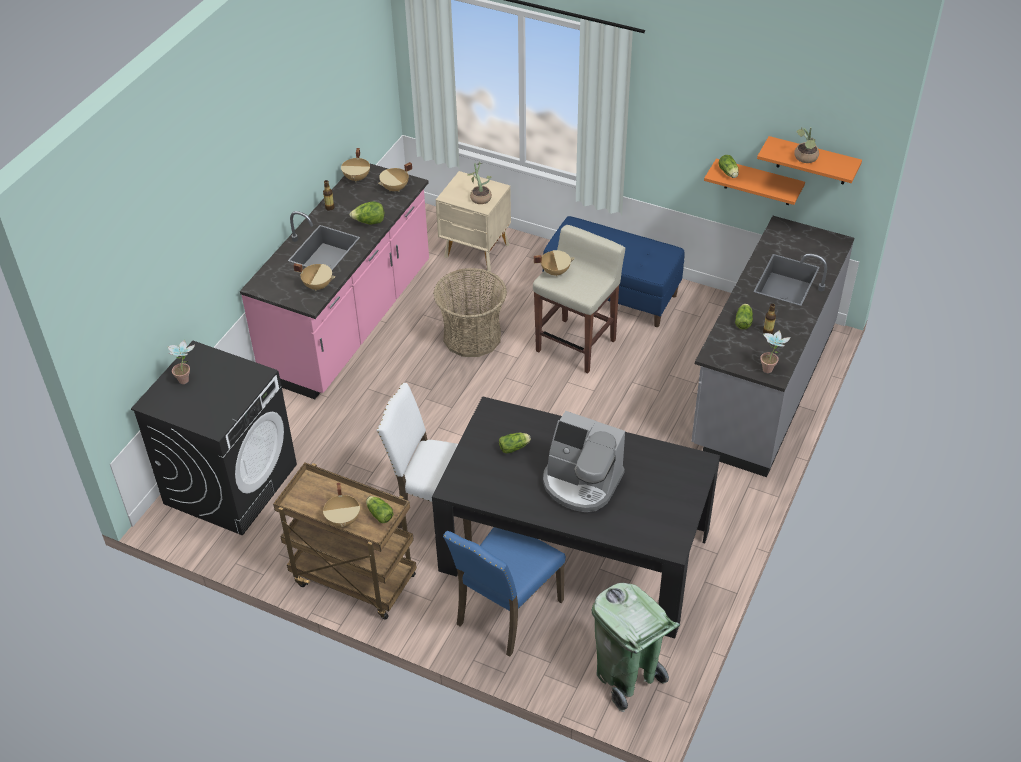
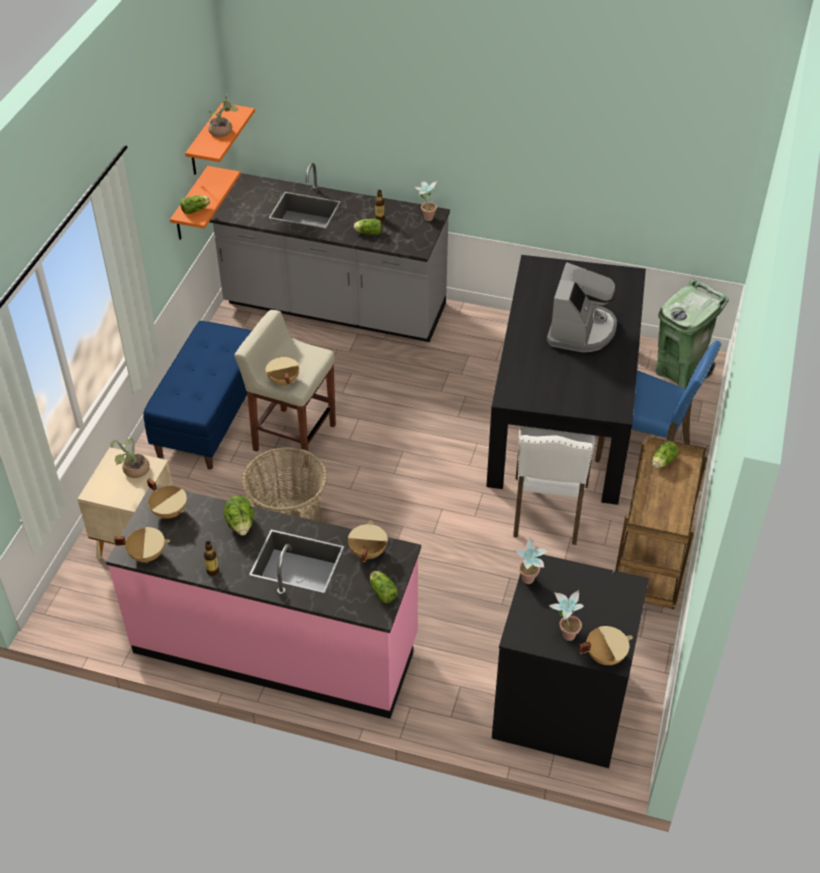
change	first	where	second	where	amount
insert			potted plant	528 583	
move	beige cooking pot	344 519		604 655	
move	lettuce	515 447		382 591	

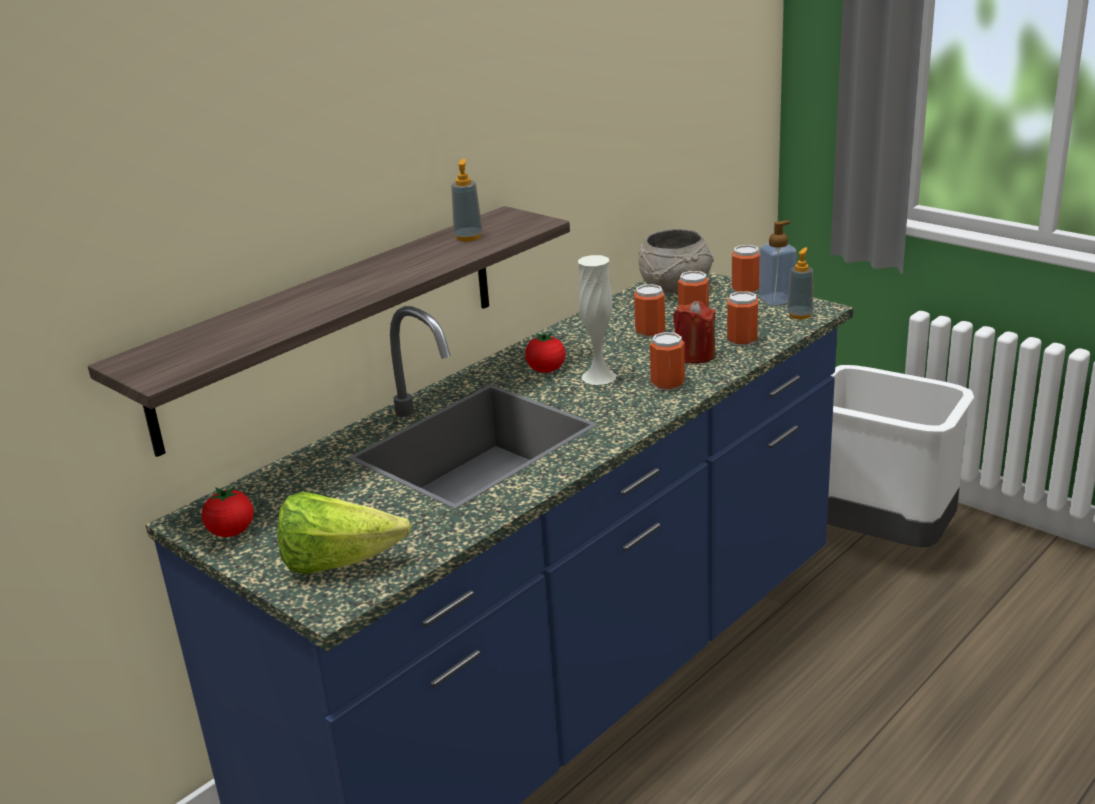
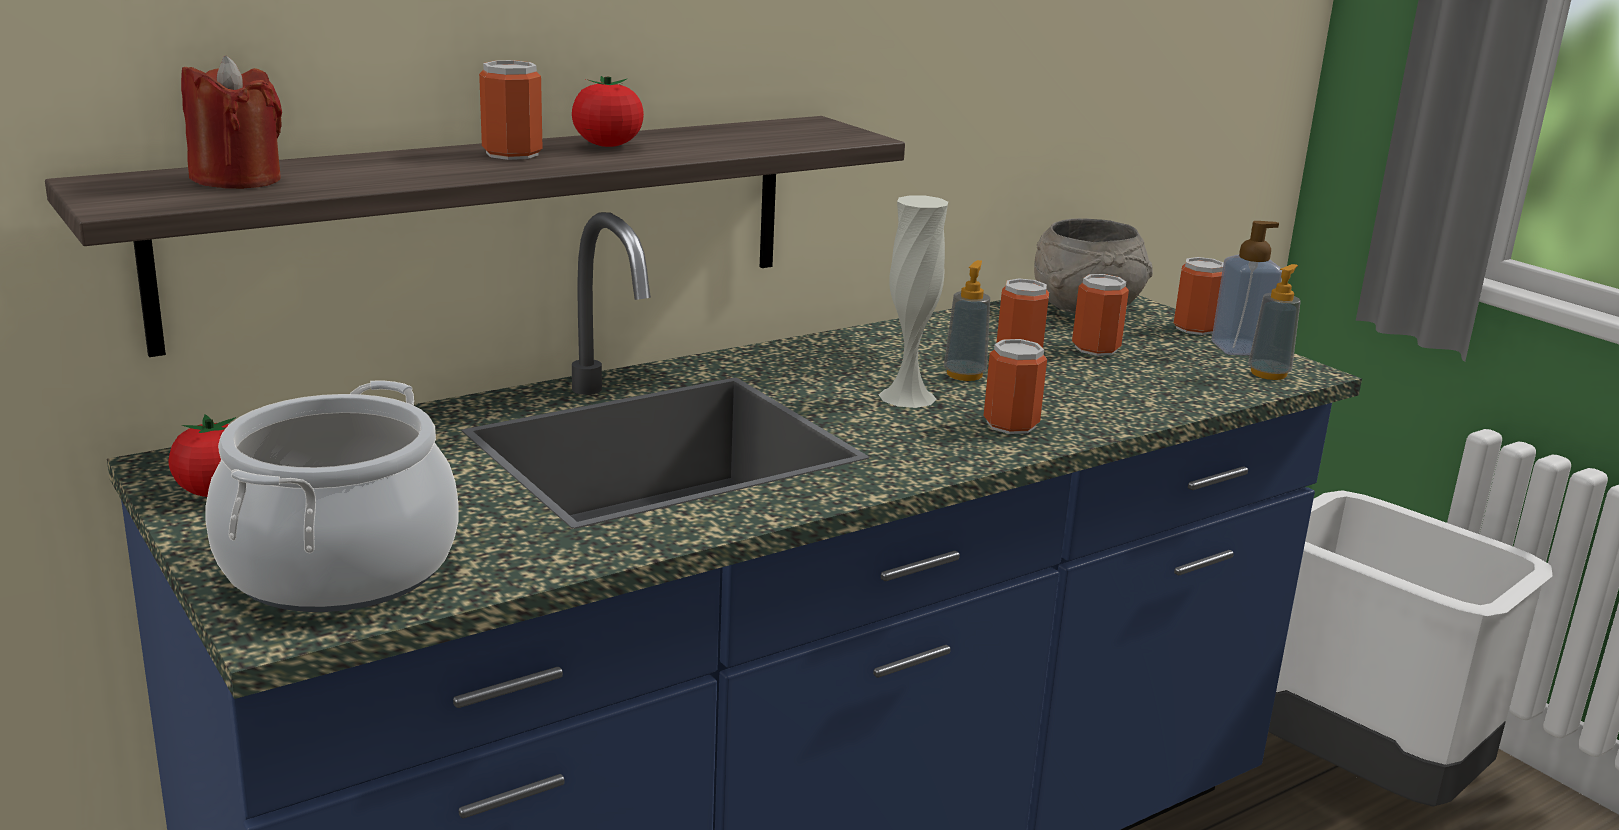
change	first	where	second	where	amount
move	soap dispenser	468 237		964 374	
move	tomato	546 370		607 146	
move	red candle	694 355		237 179	
move	can	742 340		512 154	
replace	lettuce	338 563	cooking pot	338 567	

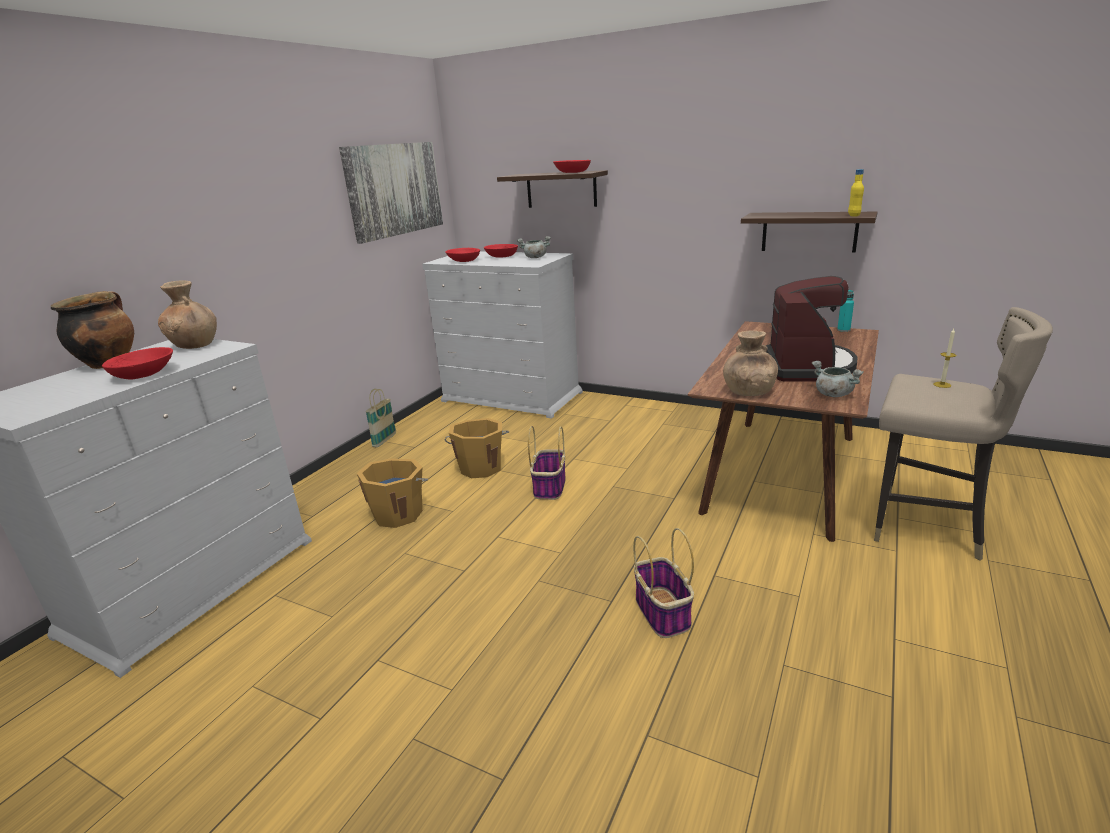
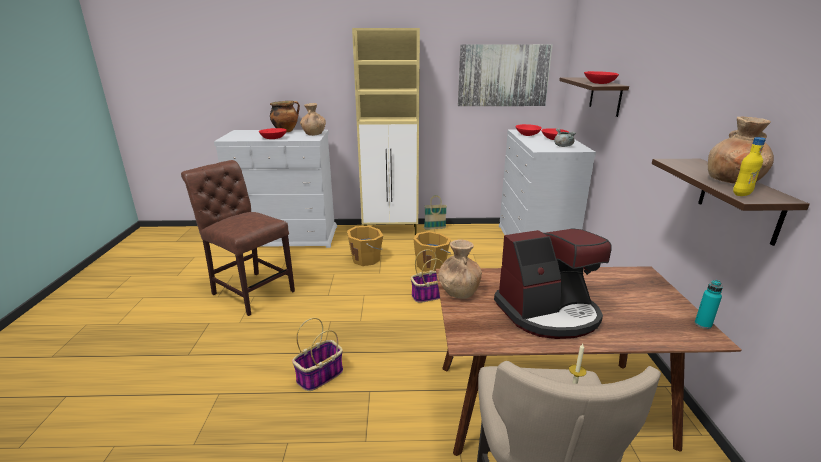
change	first	where	second	where	amount
delete	grey cooking pot	832 394			
insert			brown chair	251 291	
insert			beige cabinet	391 230	
insert			brown vase	733 181	

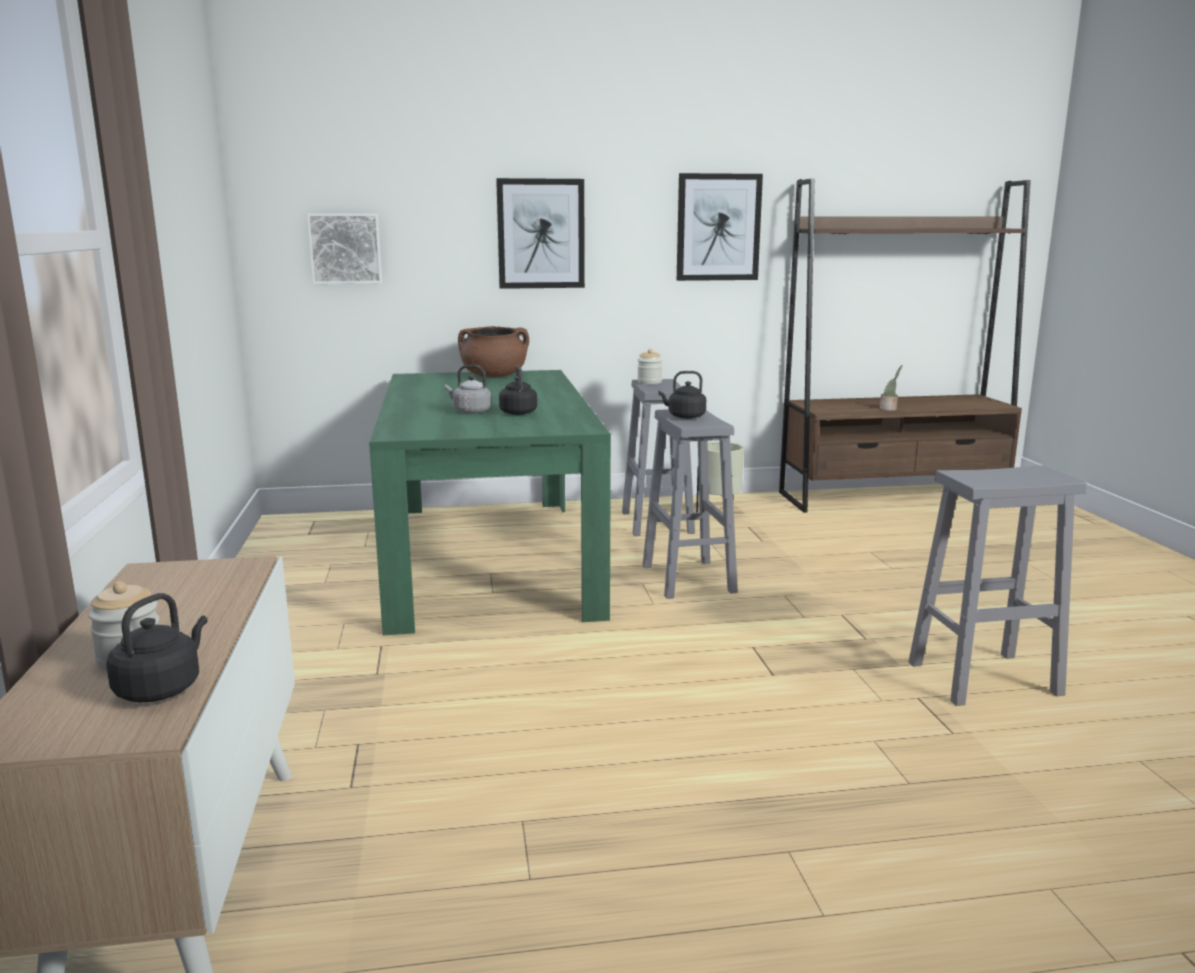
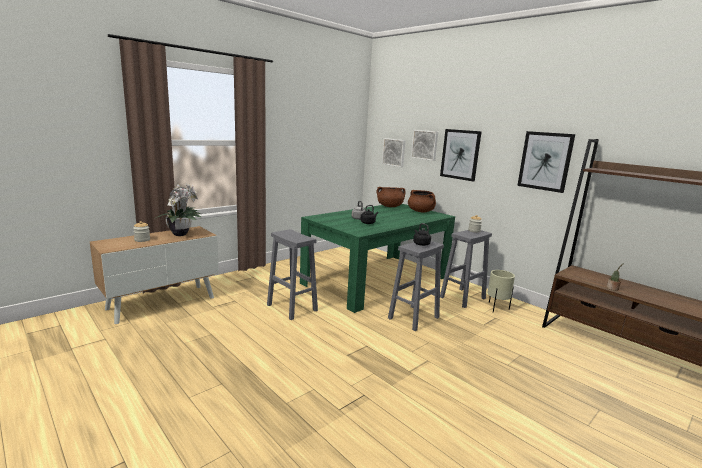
change	first	where	second	where	amount
delete	black kettle	162 688			
insert			potted plant	181 234	
insert			brown cooking pot	389 206	
insert			picture	425 145	
move	grey stool	981 679		291 307	

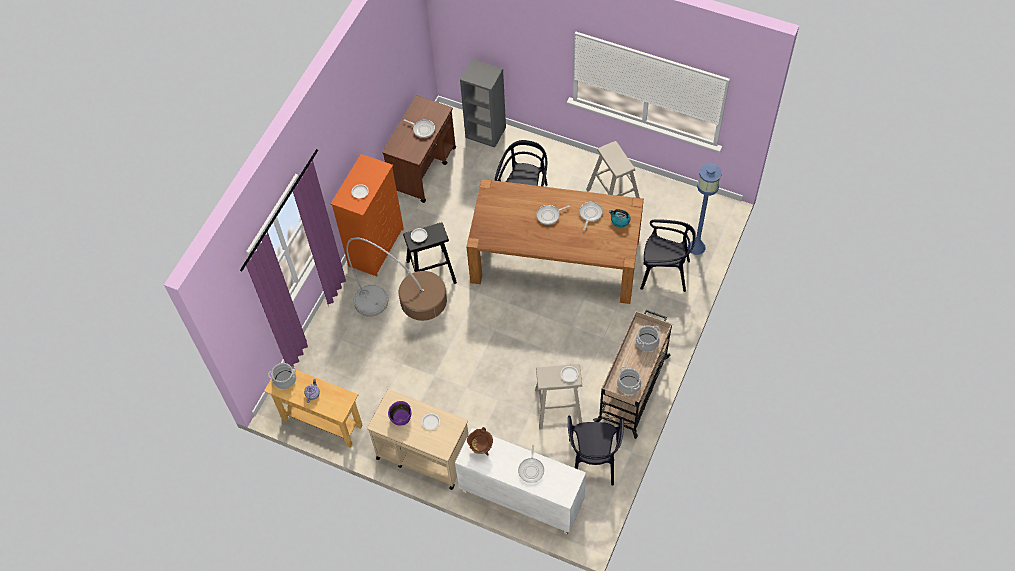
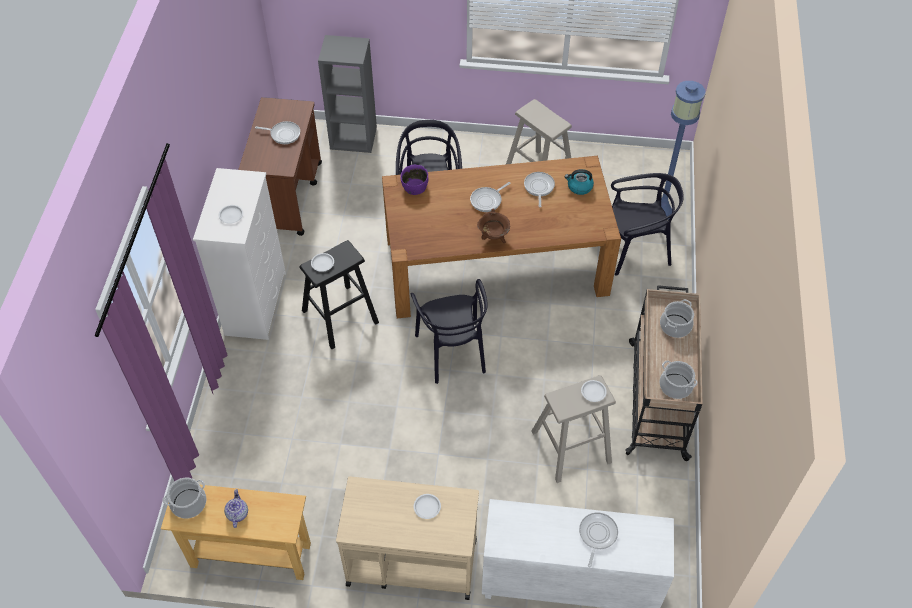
change	first	where	second	where	amount
delete	floor lamp	406 327			
move	purple bowl	400 417		414 187	
move	brown cooking pot	481 447		493 238	
move	black chair	593 461		452 351	
recolor	orange dresser	377 247	white dresser	256 303	
rotate	frying pan	531 469		597 535	150 degrees counterclockwise

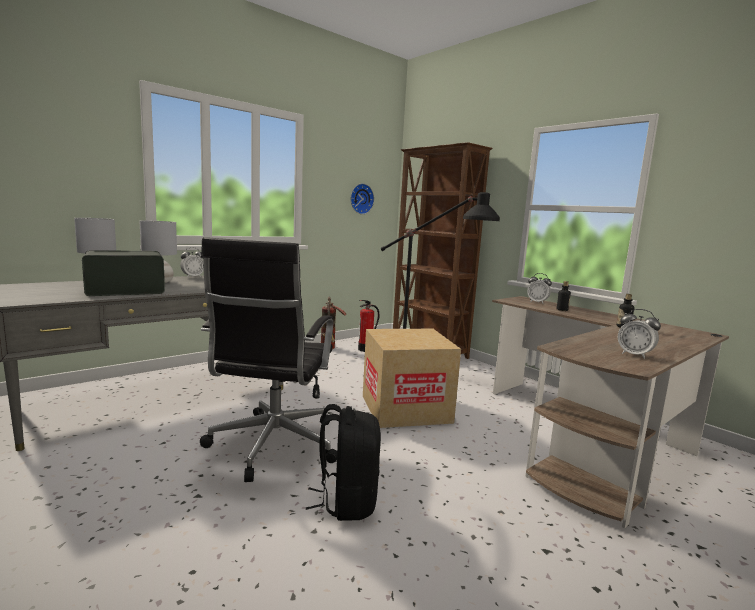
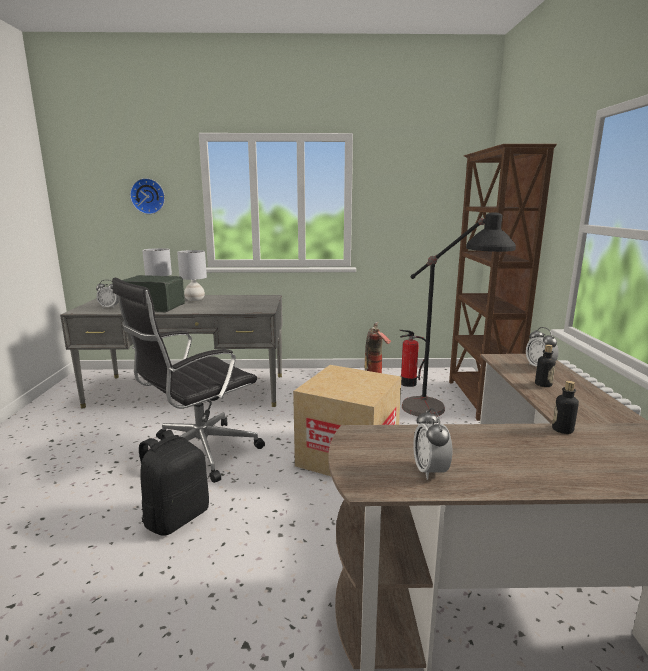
change	first	where	second	where	amount
move	alarm clock	193 277		109 307	
move	wall clock	360 199		148 196	

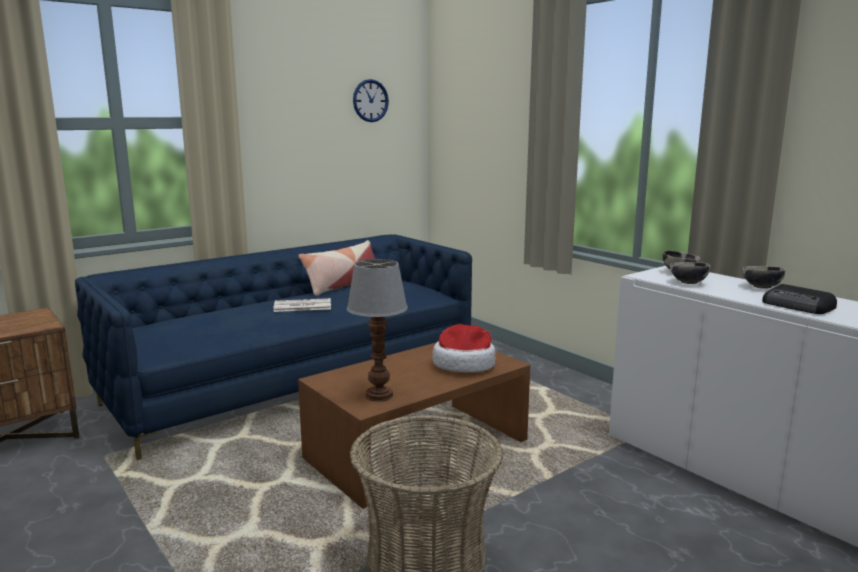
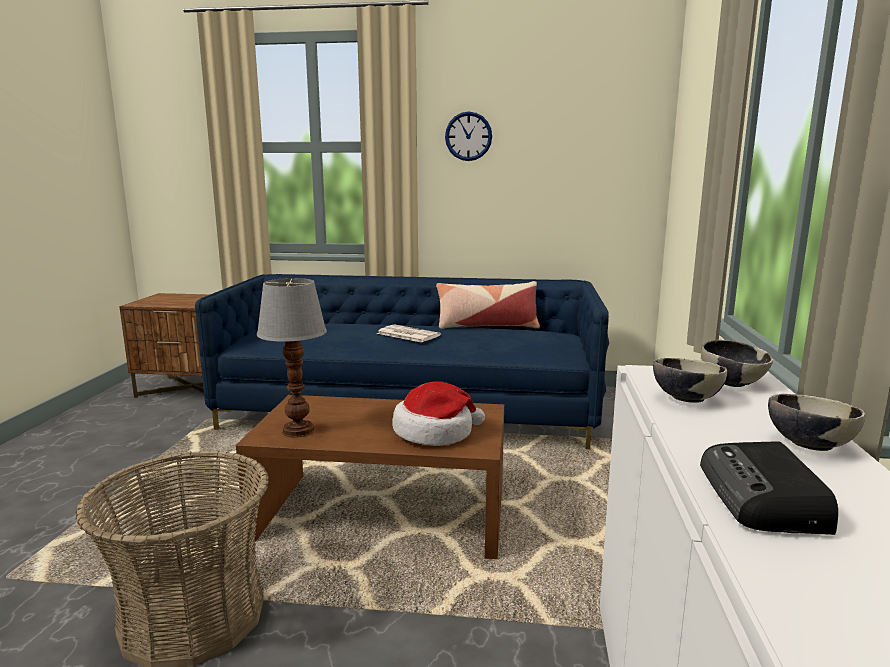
change	first	where	second	where	amount
move	wall clock	370 100		468 136	

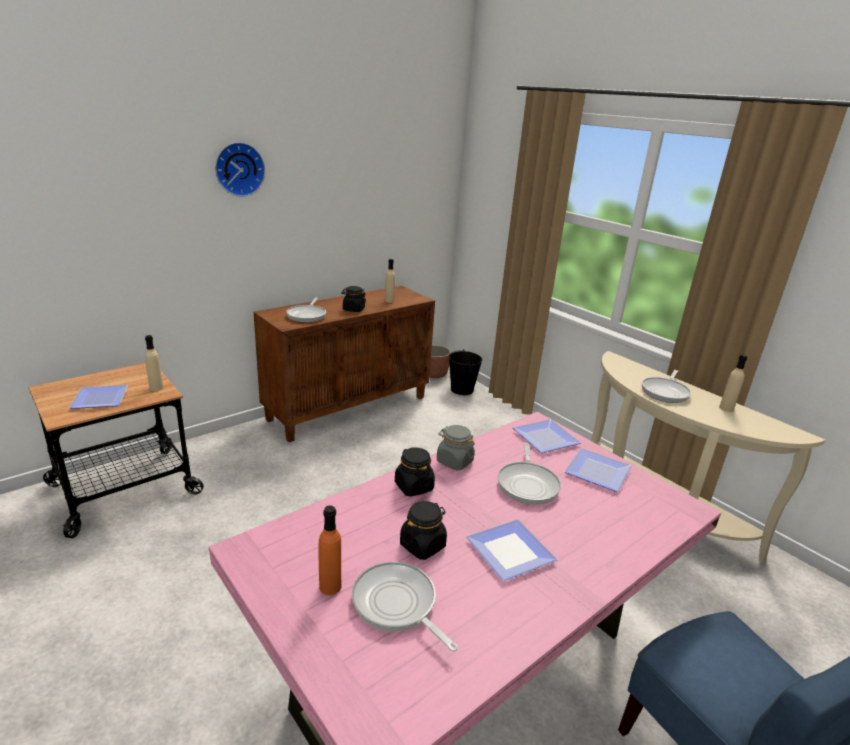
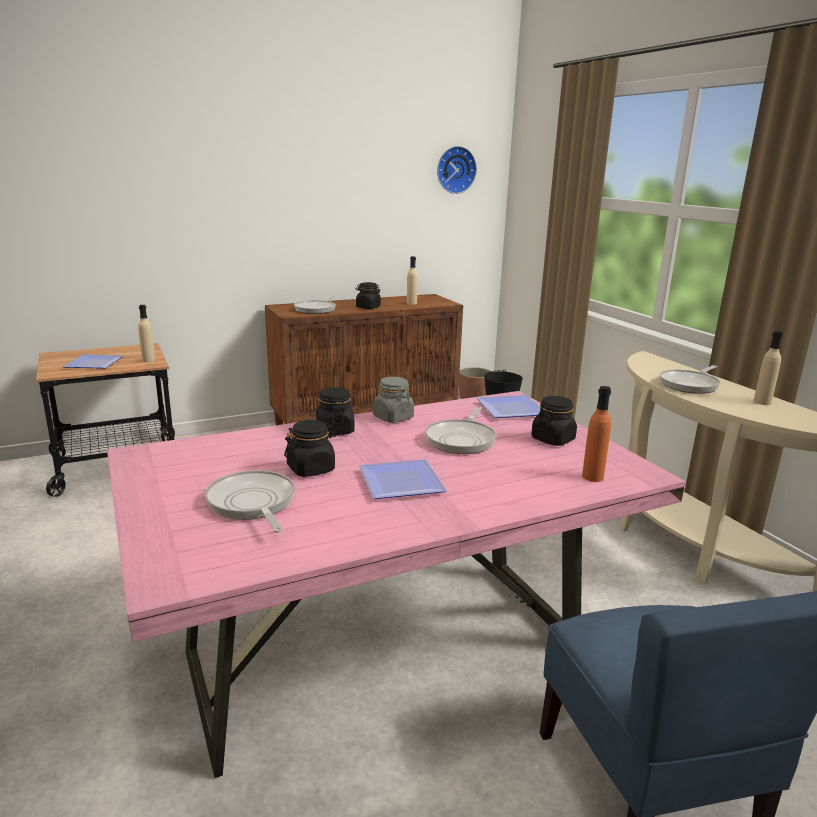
change	first	where	second	where	amount
move	wall clock	238 169		455 170	
move	orange bottle	330 586		592 477	
replace	plate	598 473	black jar	553 439	

